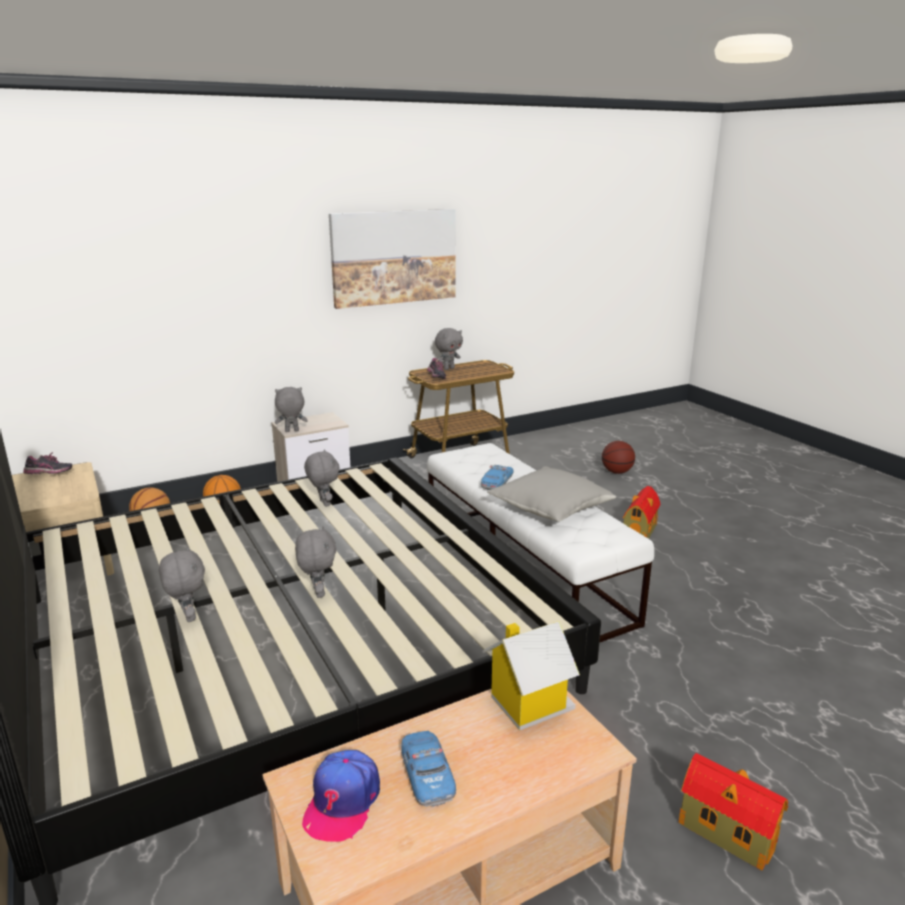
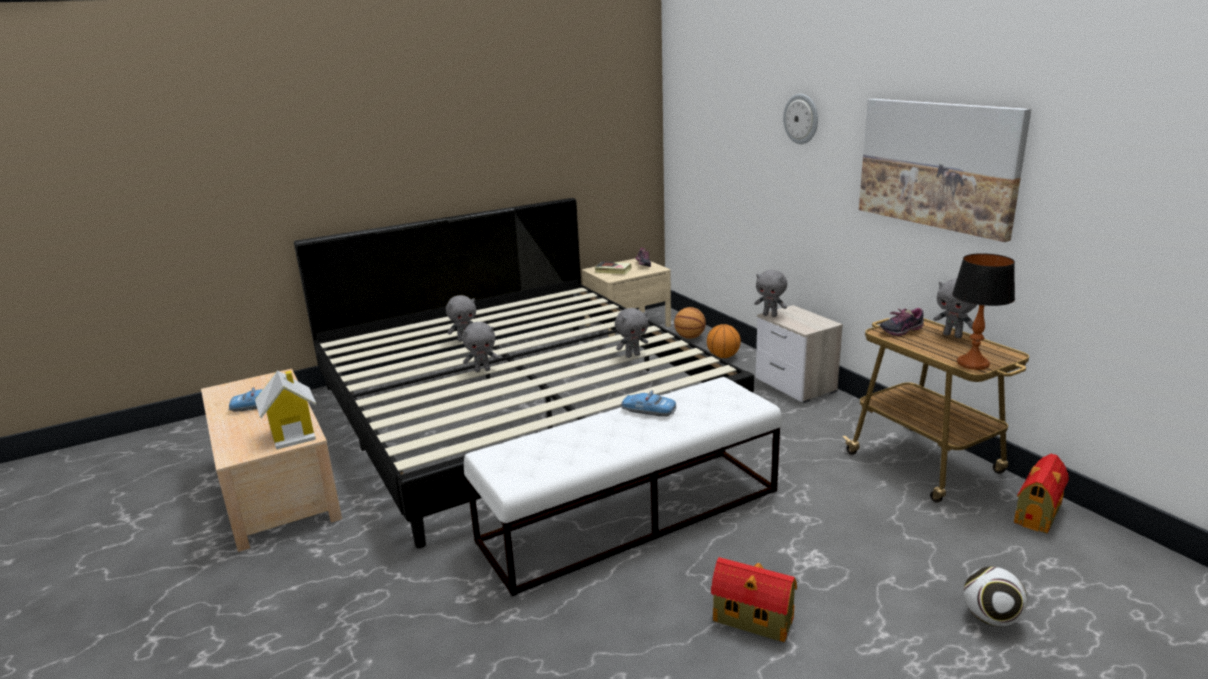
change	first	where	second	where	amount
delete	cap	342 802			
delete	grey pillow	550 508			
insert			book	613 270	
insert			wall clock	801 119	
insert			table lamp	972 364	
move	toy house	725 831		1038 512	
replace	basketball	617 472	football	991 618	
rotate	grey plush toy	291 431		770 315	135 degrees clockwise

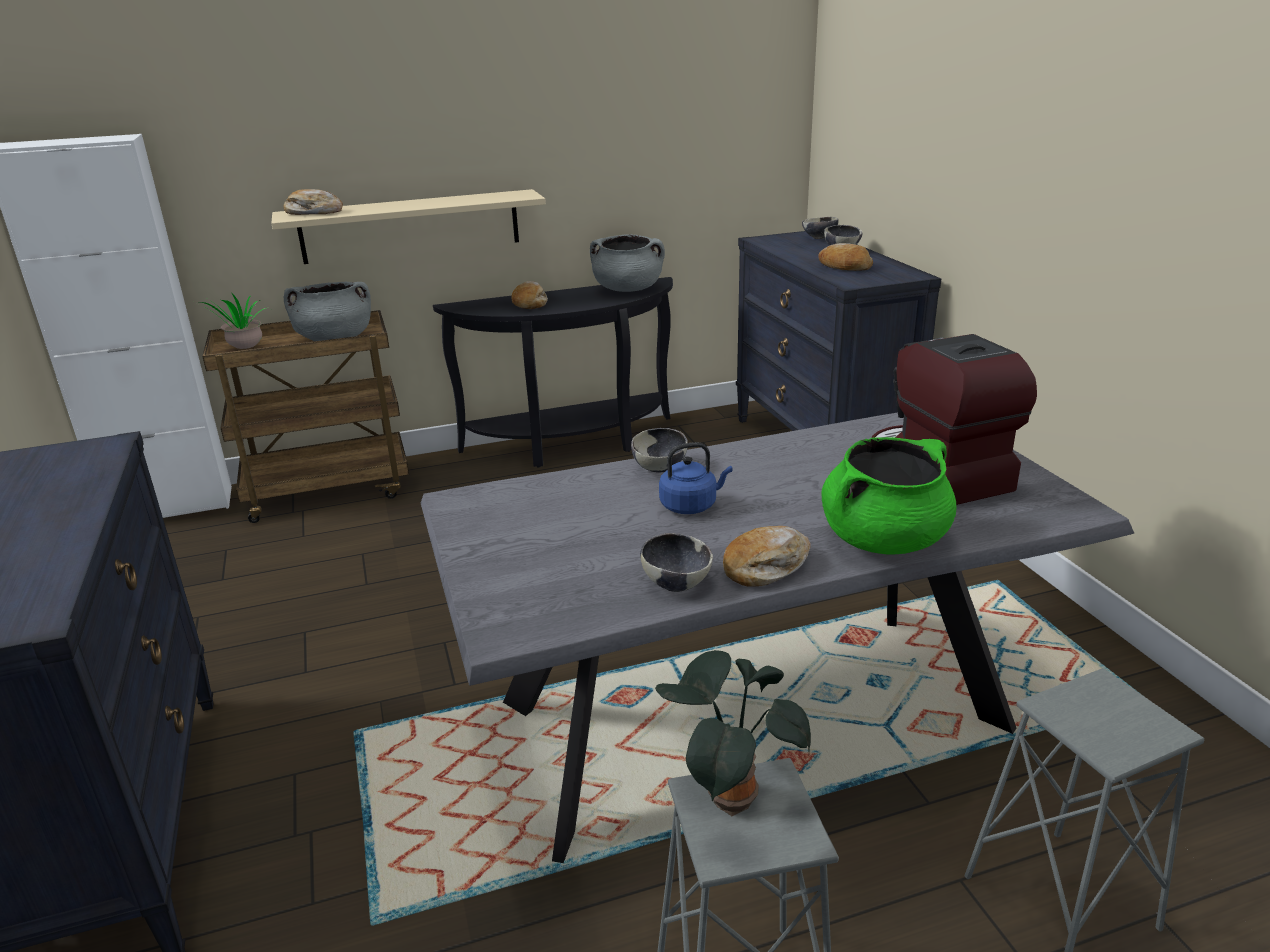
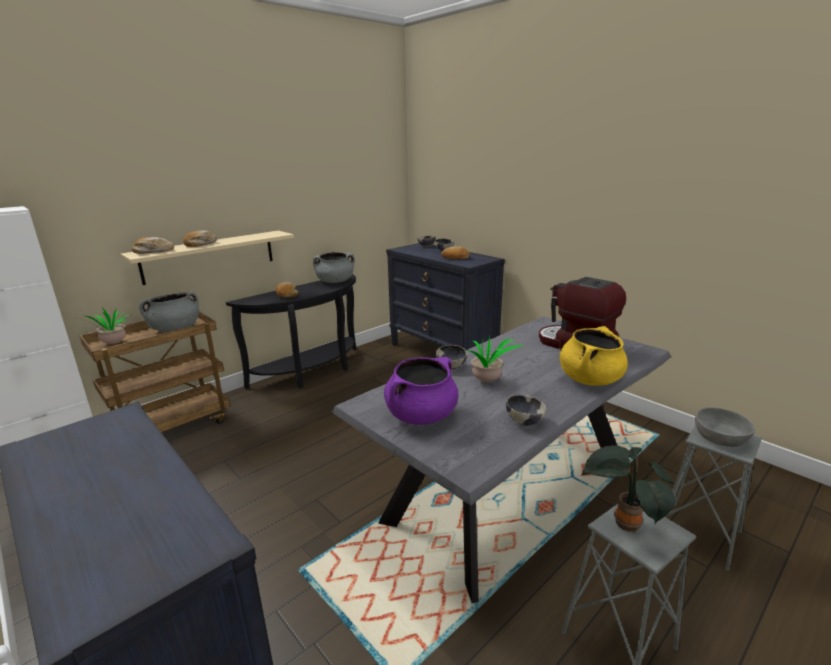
change	first	where	second	where	amount
insert			purple cooking pot	421 415	
insert			grey bowl	720 438	
move	bread	766 567		200 244	
replace	blue kettle	691 505	potted plant	487 382	
recolor	green cooking pot	884 540	yellow cooking pot	590 379	

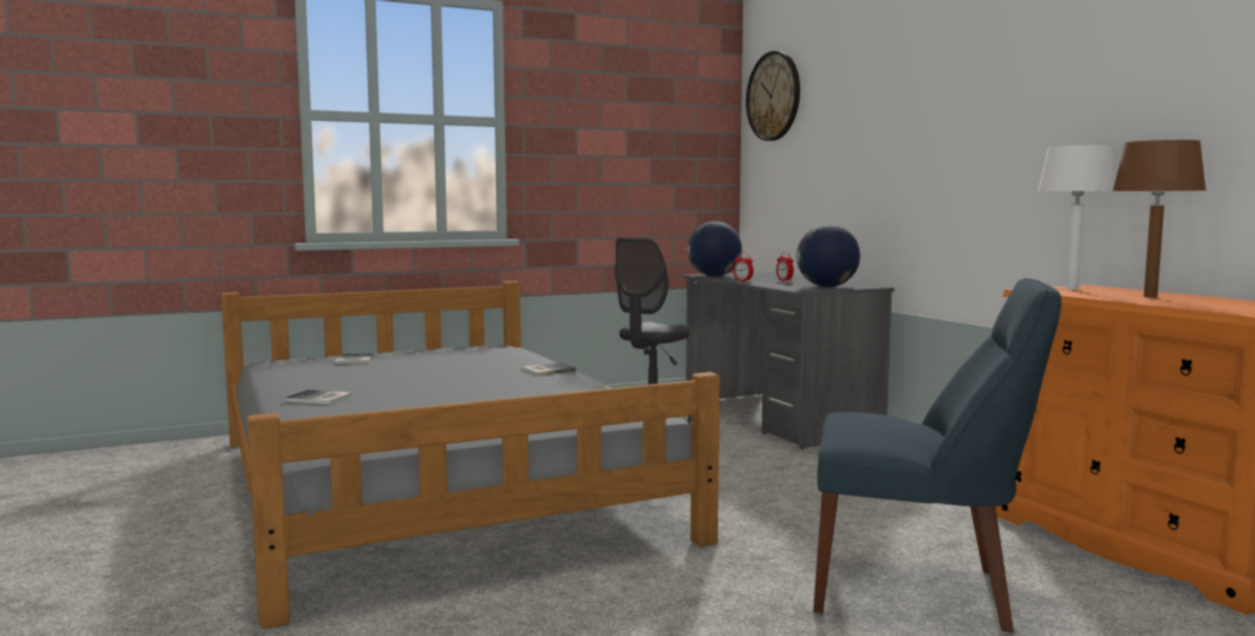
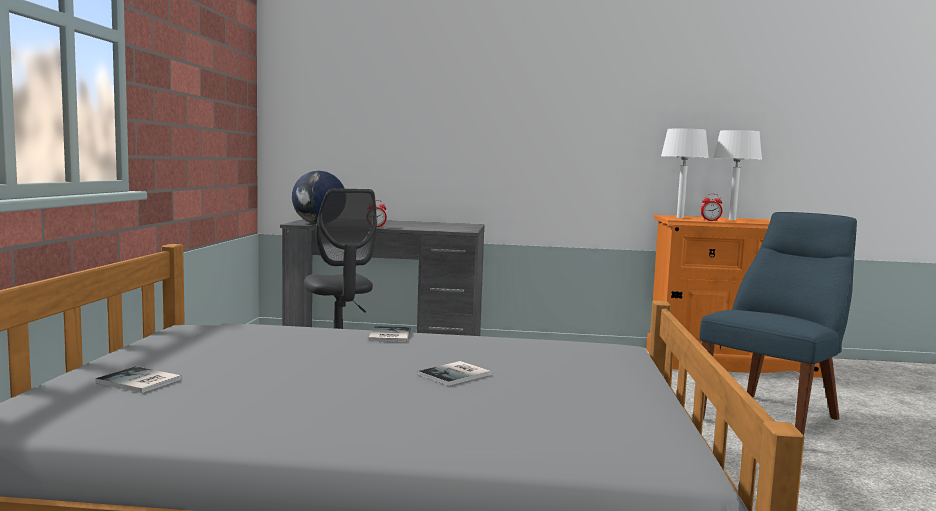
change	first	where	second	where	amount
delete	wall clock	774 96			
delete	globe	827 287			
move	book	319 399		457 375	
move	alarm clock	784 281		710 221	
recolor	brown table lamp	1151 297	white table lamp	732 219	

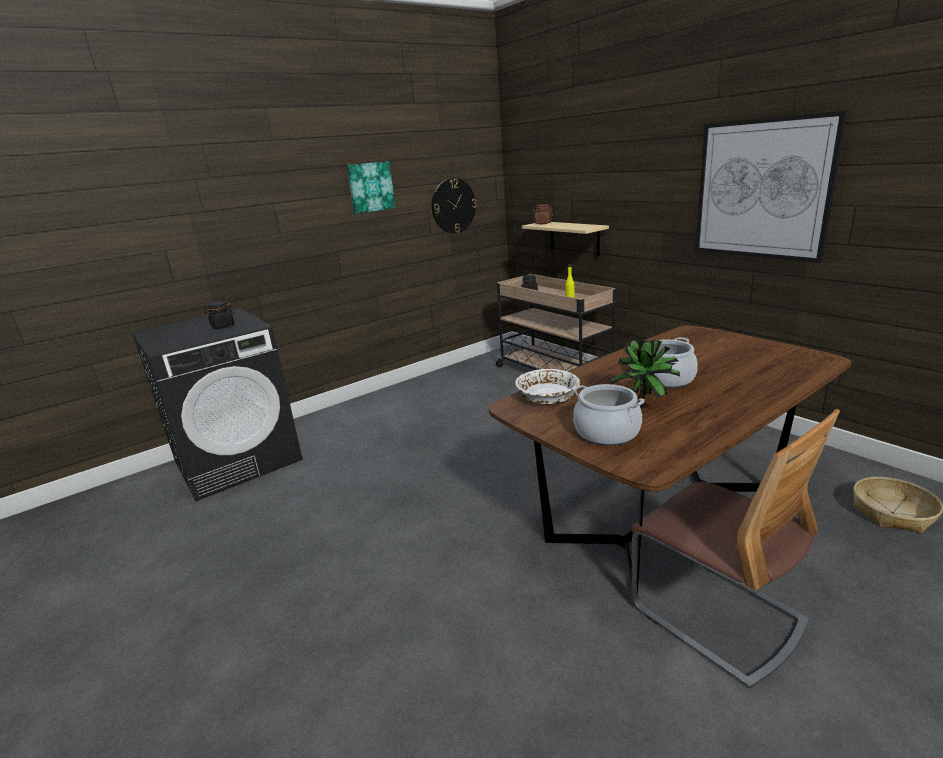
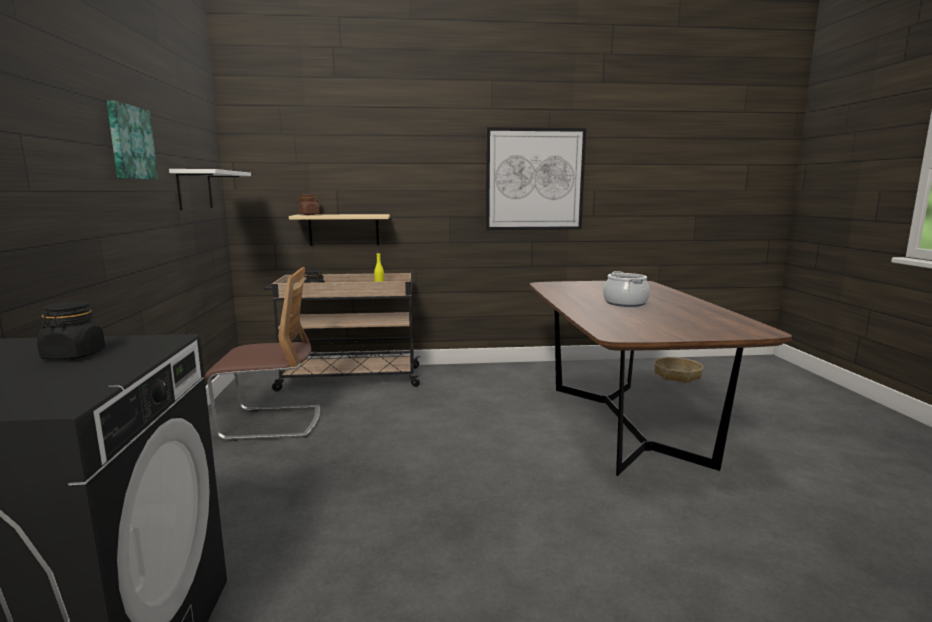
change	first	where	second	where	amount
delete	white bowl	547 397			
delete	cooking pot	607 432			
delete	potted plant	645 404			
move	chair	716 614		271 423	
replace	wall clock	453 206	white shelf	195 189	

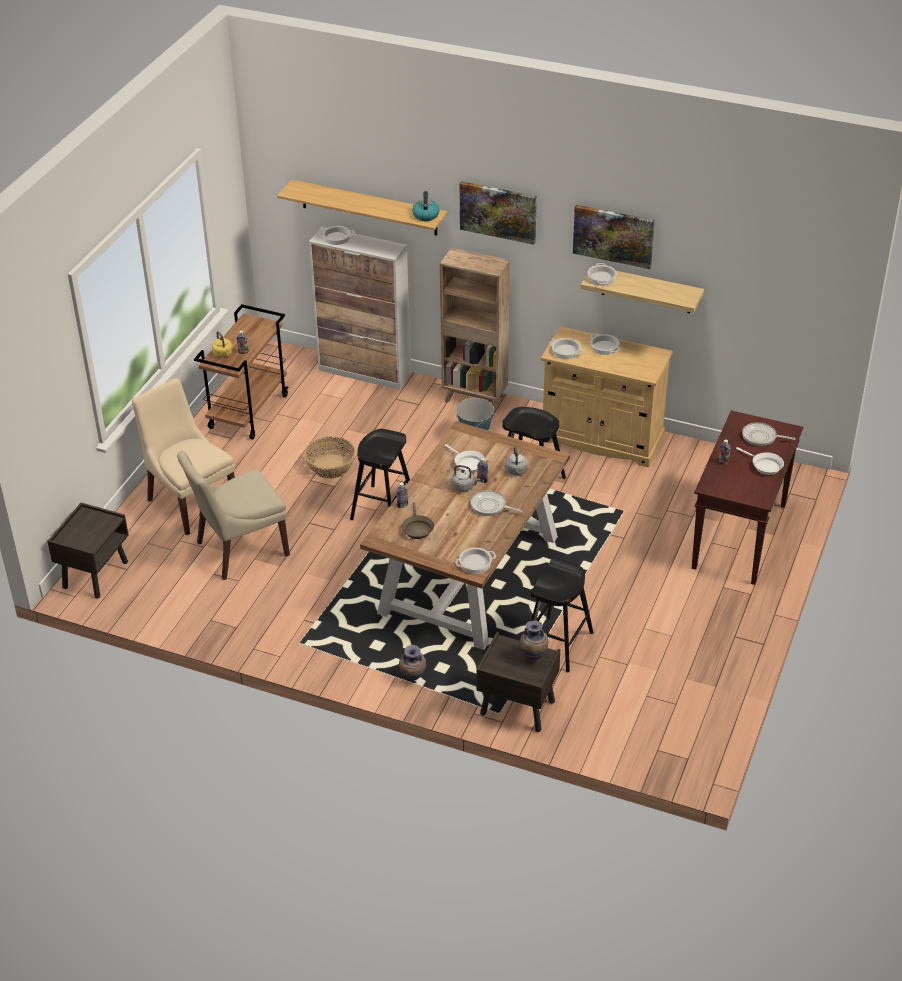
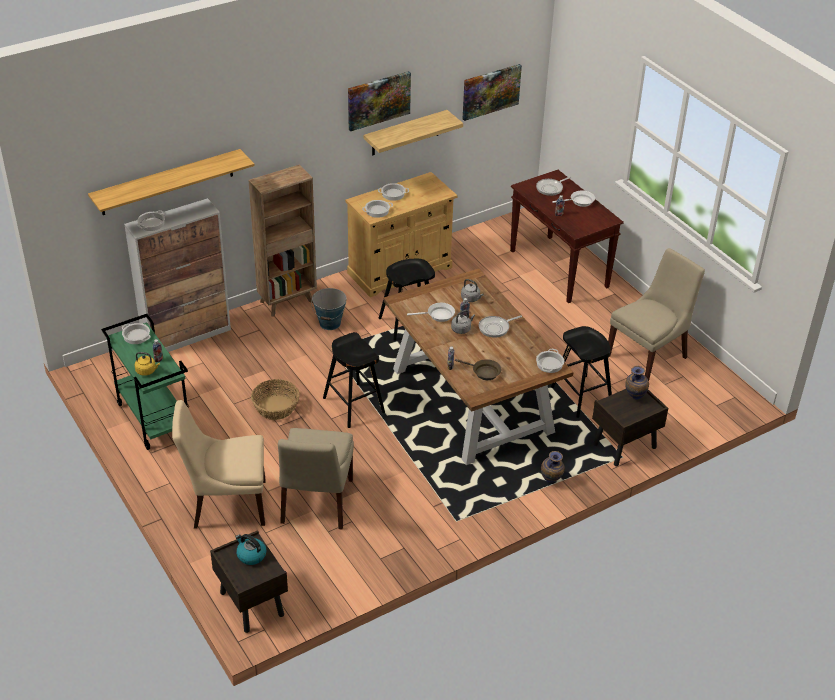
change	first	where	second	where	amount
insert			beige chair	648 356	
move	kettle	425 215		251 555	
move	picture	498 211		490 91	
move	cooking pot	601 278		136 336	
recolor	brown cart	248 411	green cart	153 418	

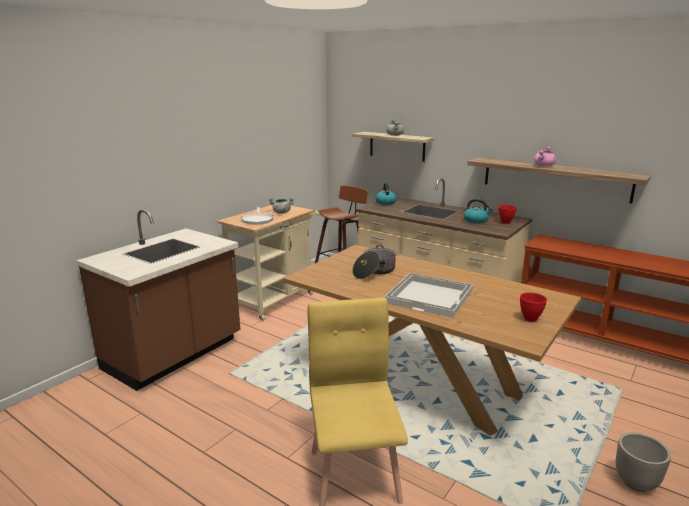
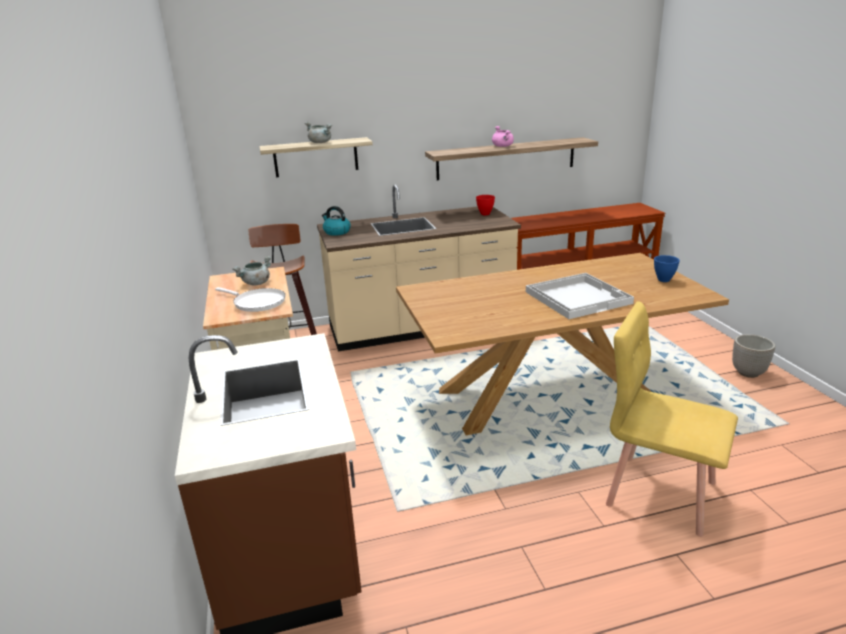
change	first	where	second	where	amount
delete	cooking pot	374 271			
delete	kettle	476 221			
recolor	red bowl	531 319	blue bowl	664 280	

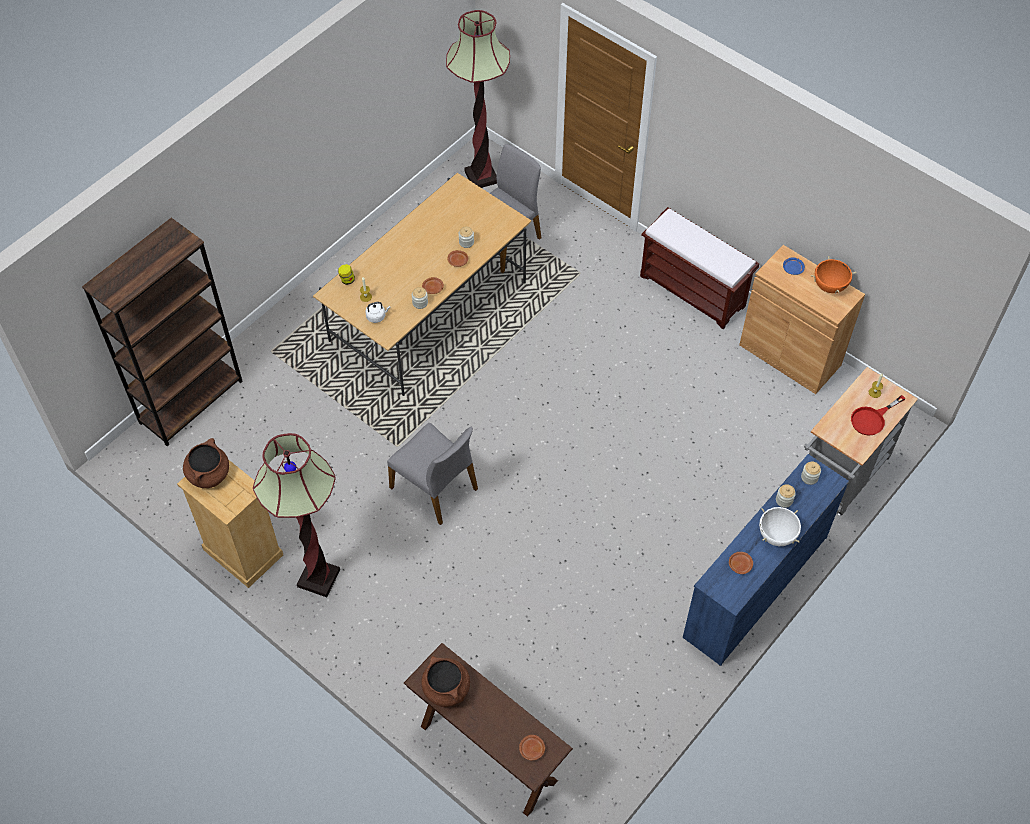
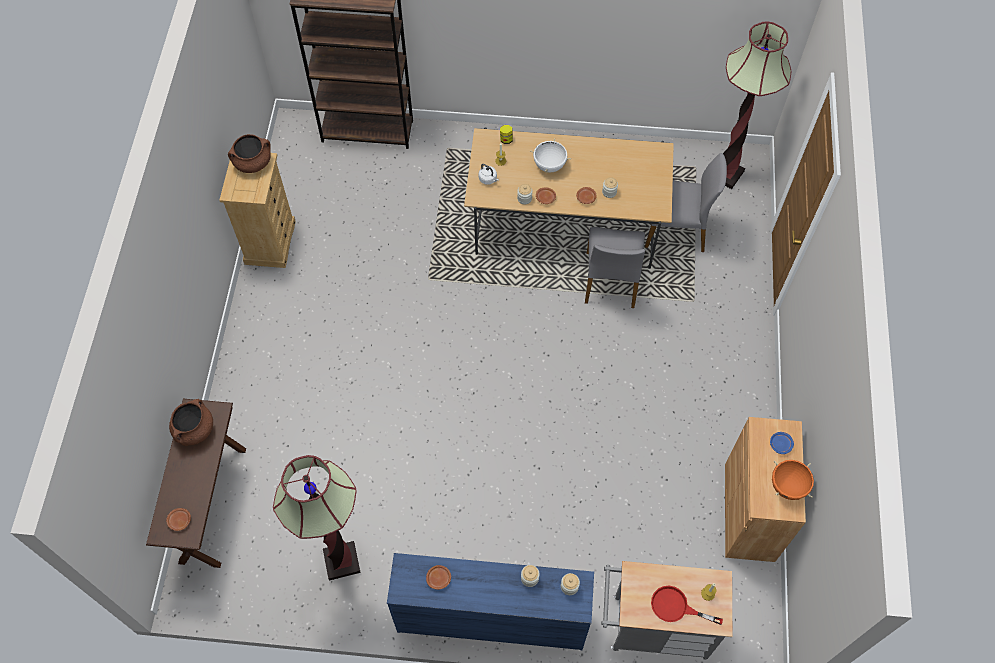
change	first	where	second	where	amount
delete	brown bench	693 291			
move	floor lamp	319 578		341 561	
move	grey chair	435 488		611 280	
move	white cooking pot	776 535		549 165	

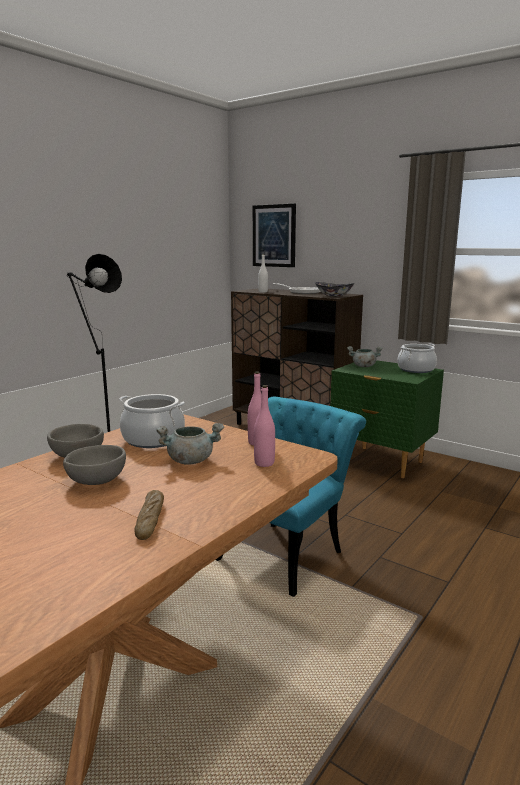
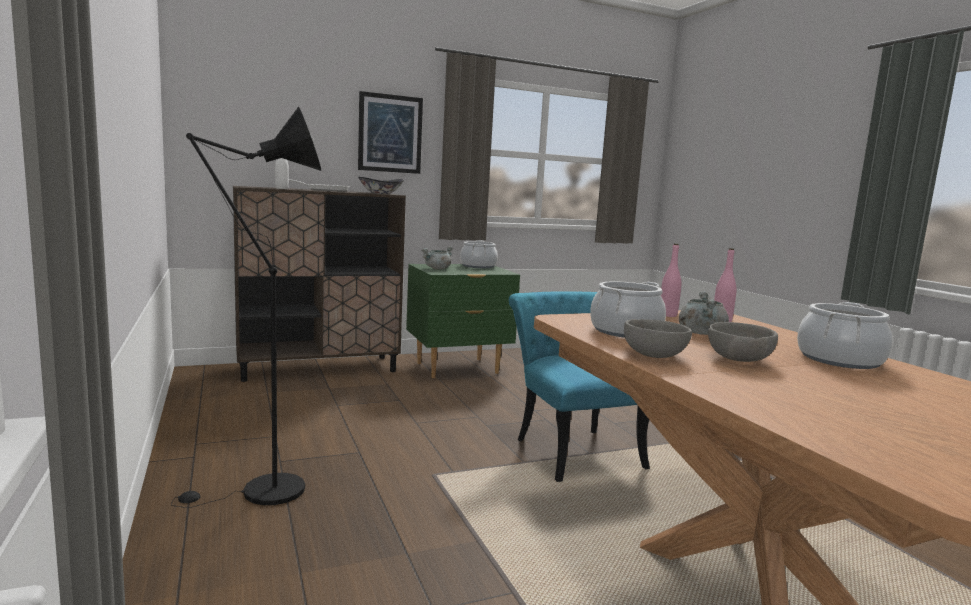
change	first	where	second	where	amount
move	picture	274 236		390 133	
replace	bread	150 520	cooking pot	839 360	

